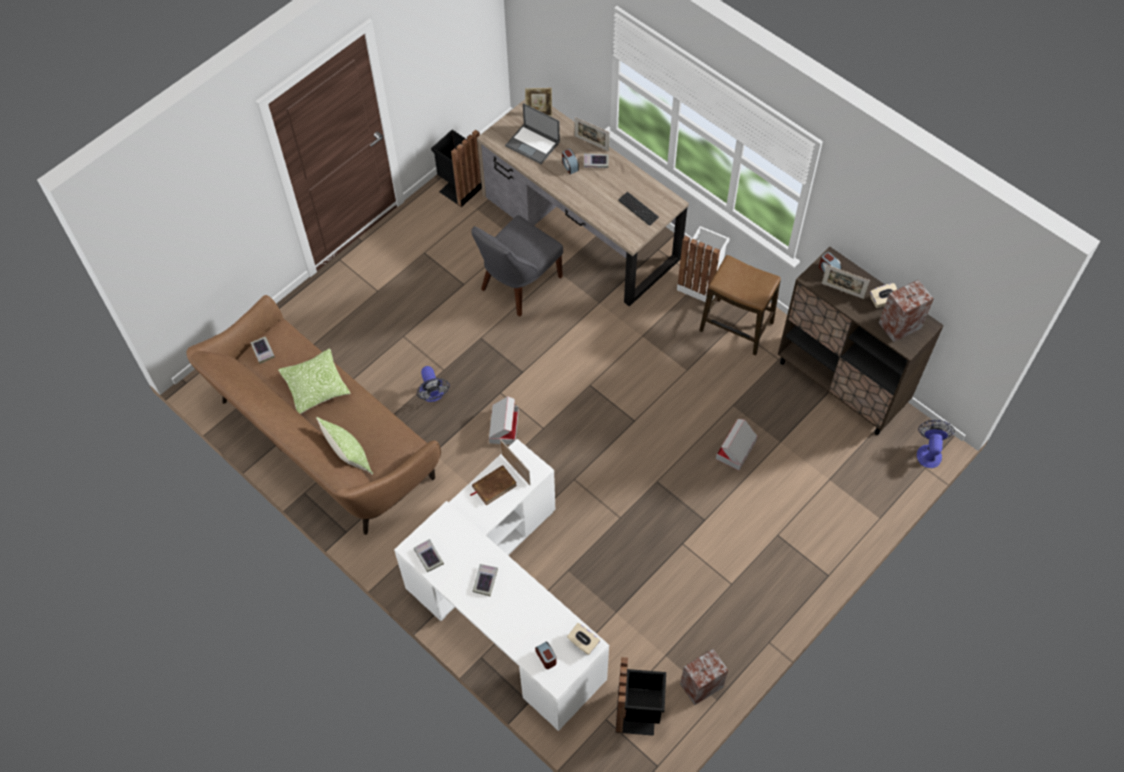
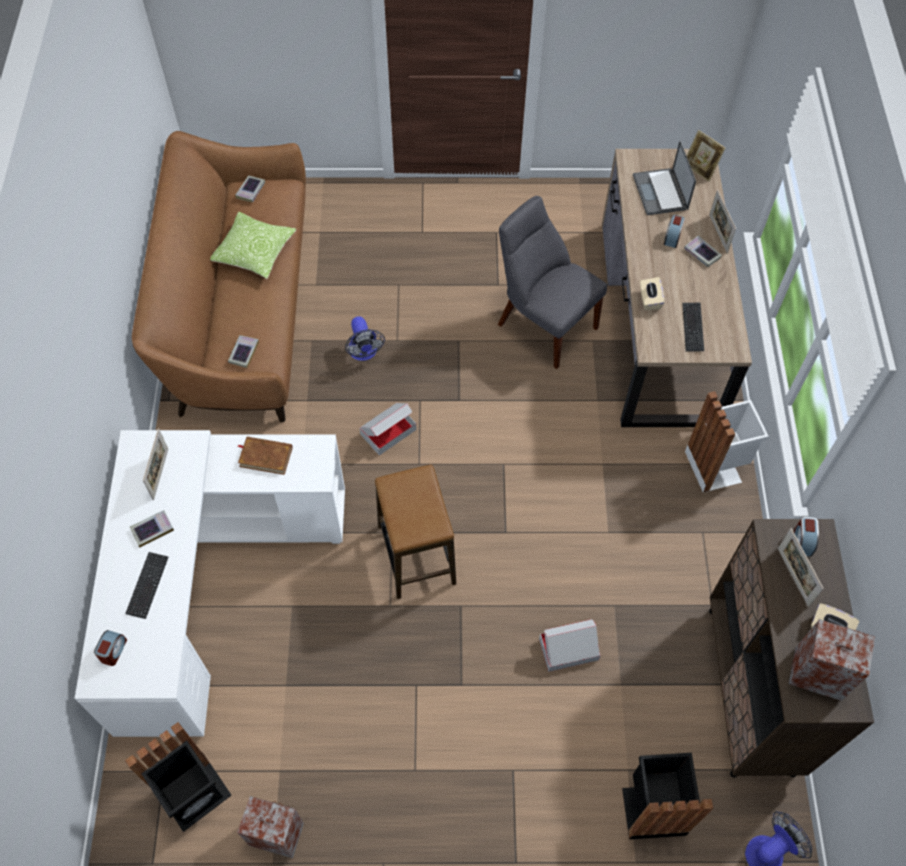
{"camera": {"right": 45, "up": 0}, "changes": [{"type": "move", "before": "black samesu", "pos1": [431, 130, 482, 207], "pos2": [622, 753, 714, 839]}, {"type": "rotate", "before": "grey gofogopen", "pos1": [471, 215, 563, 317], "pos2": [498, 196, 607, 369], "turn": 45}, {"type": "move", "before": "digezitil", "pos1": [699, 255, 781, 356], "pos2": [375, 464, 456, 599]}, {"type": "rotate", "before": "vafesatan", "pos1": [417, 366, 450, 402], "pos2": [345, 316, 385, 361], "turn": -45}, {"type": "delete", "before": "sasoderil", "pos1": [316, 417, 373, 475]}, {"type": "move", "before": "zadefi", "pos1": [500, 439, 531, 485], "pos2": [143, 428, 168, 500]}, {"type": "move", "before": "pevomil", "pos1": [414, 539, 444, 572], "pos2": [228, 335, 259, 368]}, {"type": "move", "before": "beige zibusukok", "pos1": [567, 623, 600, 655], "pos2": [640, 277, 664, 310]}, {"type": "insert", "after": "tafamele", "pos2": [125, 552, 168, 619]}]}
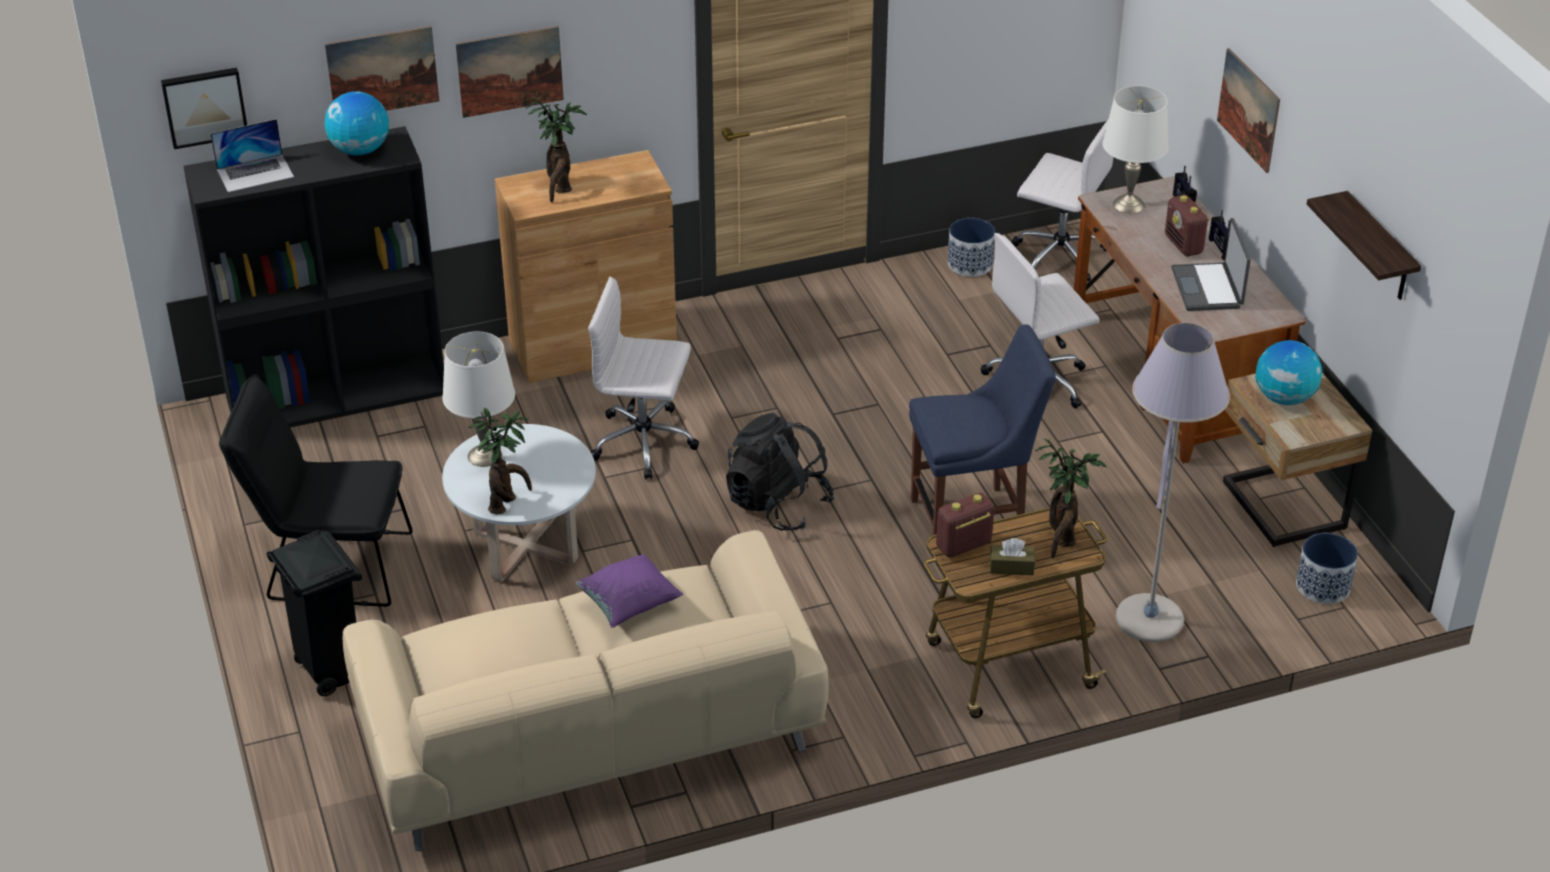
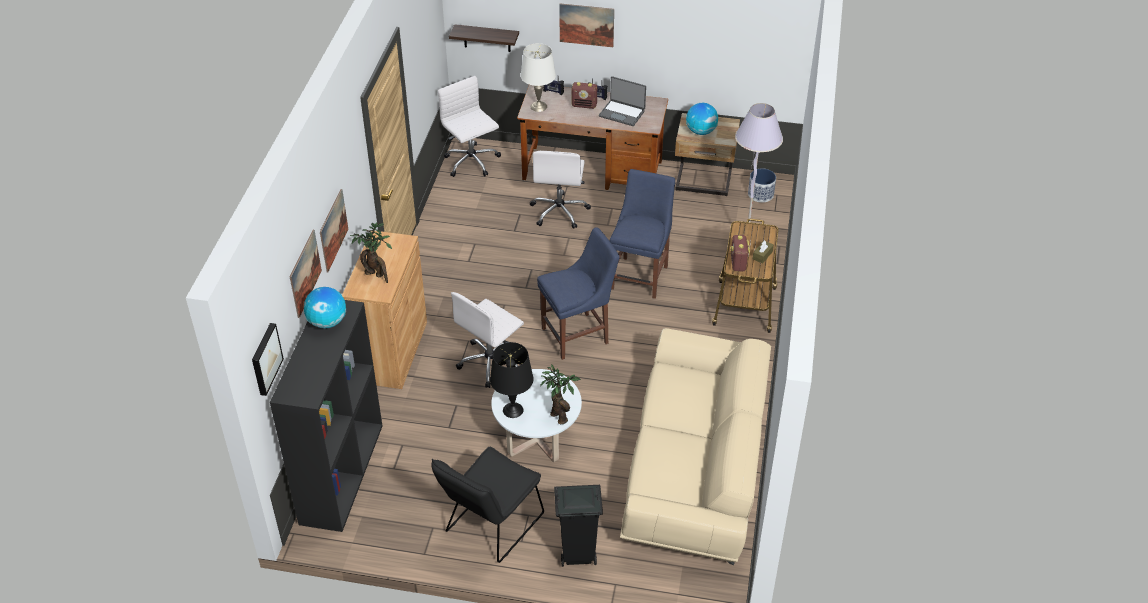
{"camera": {"right": -60, "up": 5}, "changes": [{"type": "delete", "before": "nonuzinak", "pos1": [210, 119, 294, 192]}, {"type": "rotate", "before": "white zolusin", "pos1": [1012, 120, 1114, 281], "pos2": [438, 76, 501, 177], "turn": -90}, {"type": "move", "before": "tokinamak", "pos1": [1307, 191, 1421, 300], "pos2": [449, 24, 519, 52]}, {"type": "delete", "before": "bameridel", "pos1": [947, 218, 995, 277]}, {"type": "recolor", "before": "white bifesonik", "after": "black bifesonik", "pos1": [442, 332, 515, 467], "pos2": [490, 342, 533, 418]}, {"type": "replace", "before": "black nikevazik", "after": "blue gofogopen", "pos1": [726, 413, 834, 531], "pos2": [537, 227, 620, 360]}, {"type": "delete", "before": "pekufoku", "pos1": [1035, 438, 1107, 558]}, {"type": "delete", "before": "purple sasoderil", "pos1": [576, 554, 683, 628]}]}
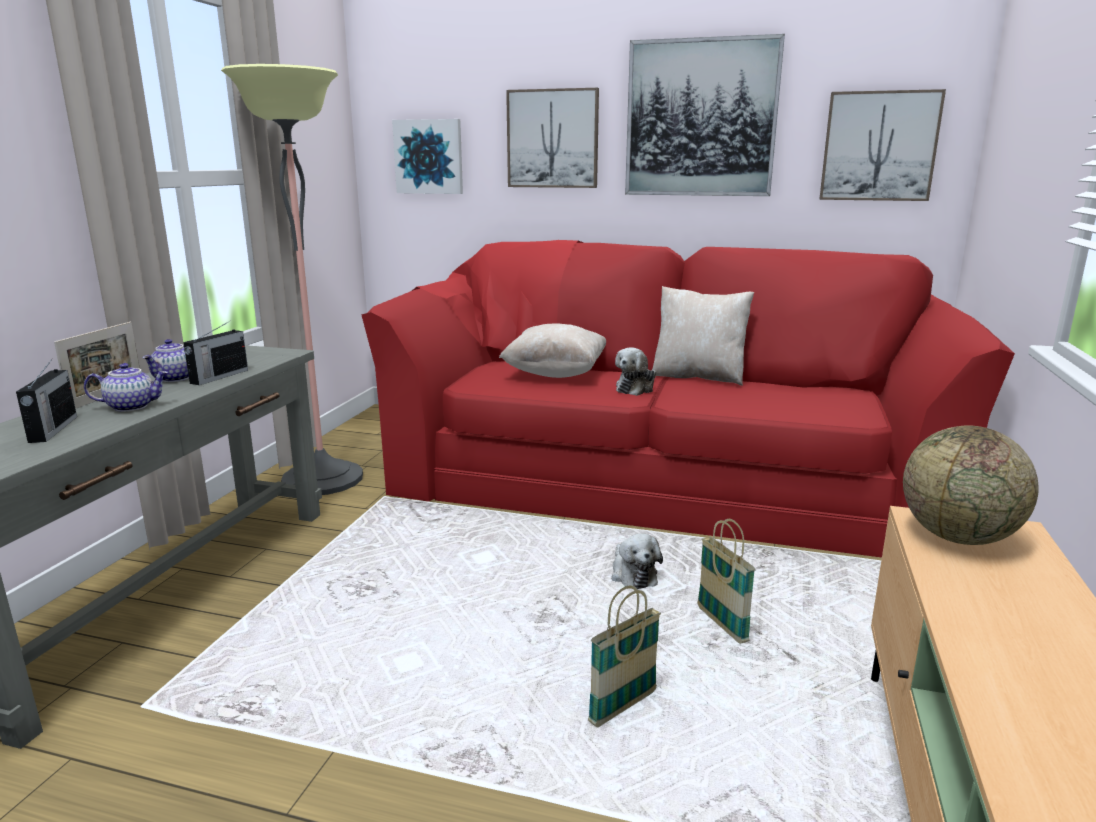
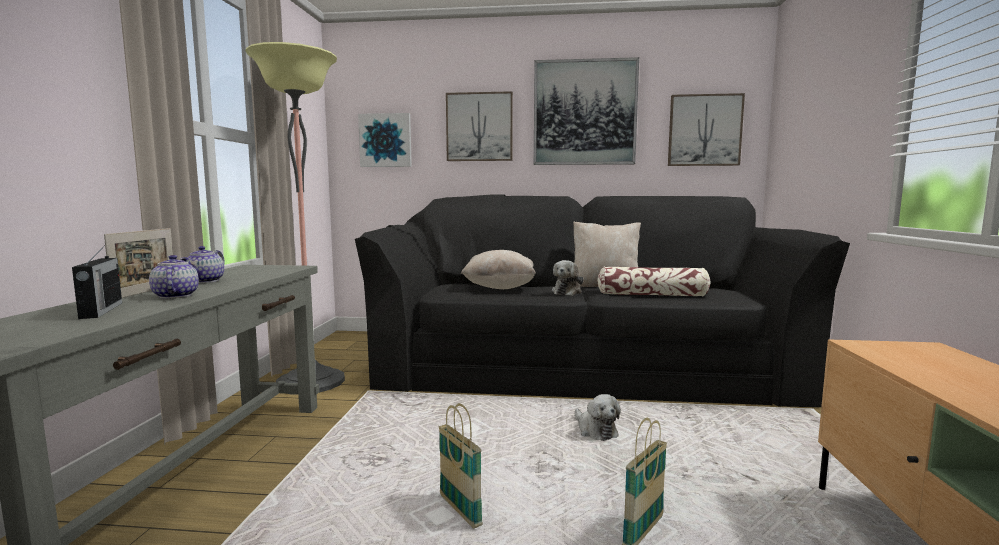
{"camera": {"right": -10, "up": -10}, "changes": [{"type": "recolor", "before": "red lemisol", "after": "black lemisol", "pos1": [361, 240, 1015, 558], "pos2": [355, 195, 850, 407]}, {"type": "delete", "before": "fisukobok", "pos1": [183, 321, 248, 385]}, {"type": "rotate", "before": "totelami", "pos1": [84, 363, 168, 412], "pos2": [149, 255, 199, 299], "turn": -90}, {"type": "delete", "before": "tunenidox", "pos1": [903, 425, 1039, 545]}, {"type": "move", "before": "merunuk", "pos1": [697, 519, 755, 644], "pos2": [438, 403, 483, 529]}, {"type": "insert", "after": "sasoderil", "pos2": [597, 266, 710, 297]}]}
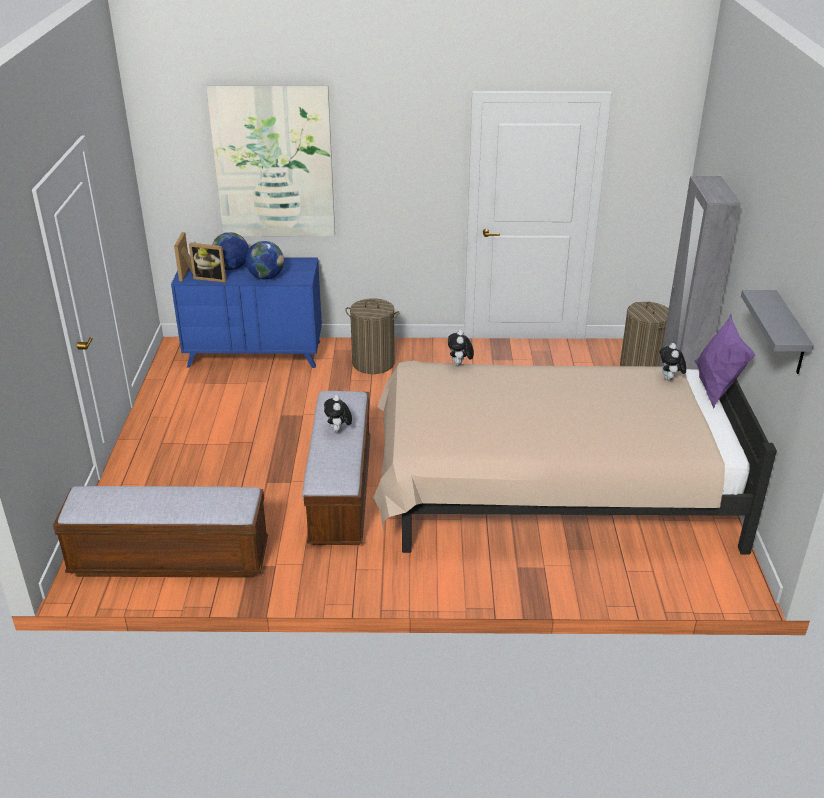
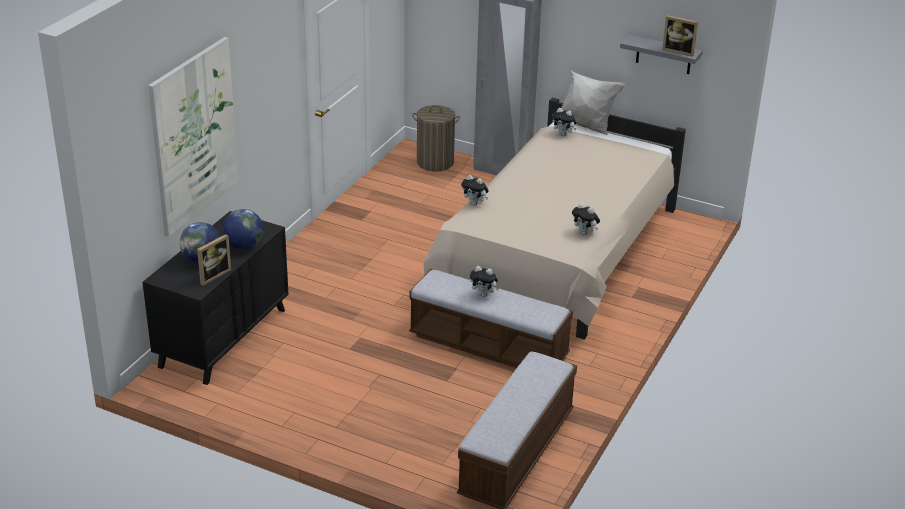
{"camera": {"right": -65, "up": 0}, "changes": [{"type": "move", "before": "zadefi", "pos1": [174, 232, 193, 281], "pos2": [662, 15, 698, 57]}, {"type": "recolor", "before": "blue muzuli", "after": "black muzuli", "pos1": [171, 258, 322, 368], "pos2": [143, 211, 288, 385]}, {"type": "delete", "before": "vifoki", "pos1": [345, 298, 400, 374]}, {"type": "recolor", "before": "purple sasoderil", "after": "white sasoderil", "pos1": [695, 314, 755, 409], "pos2": [561, 70, 626, 135]}, {"type": "insert", "after": "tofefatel", "pos2": [572, 203, 600, 235]}]}
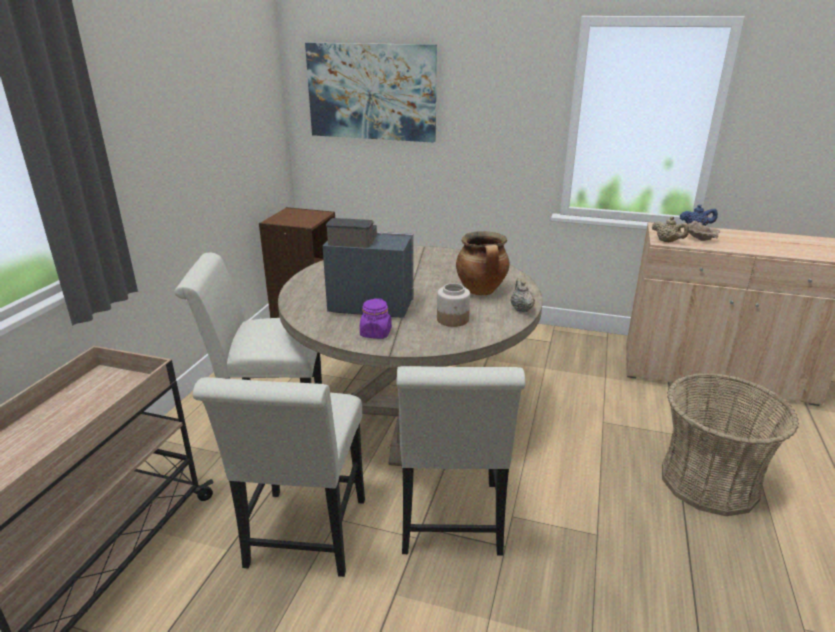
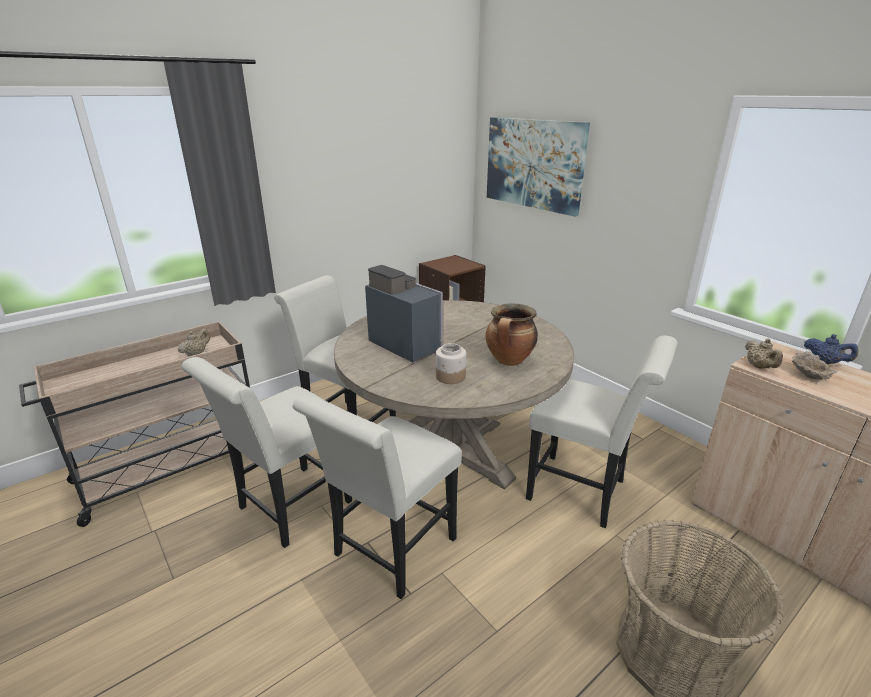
{"camera": {"right": 35, "up": 0}, "changes": [{"type": "move", "before": "beige totelami", "pos1": [510, 278, 535, 312], "pos2": [178, 329, 210, 356]}, {"type": "delete", "before": "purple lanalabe", "pos1": [360, 298, 392, 339]}, {"type": "insert", "after": "white gofogopen", "pos2": [526, 336, 678, 528]}]}
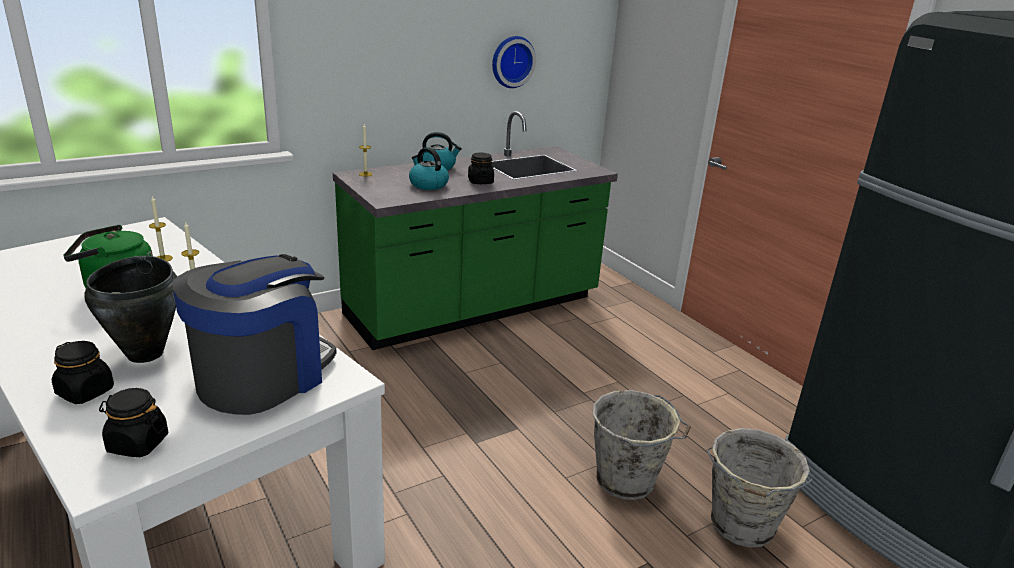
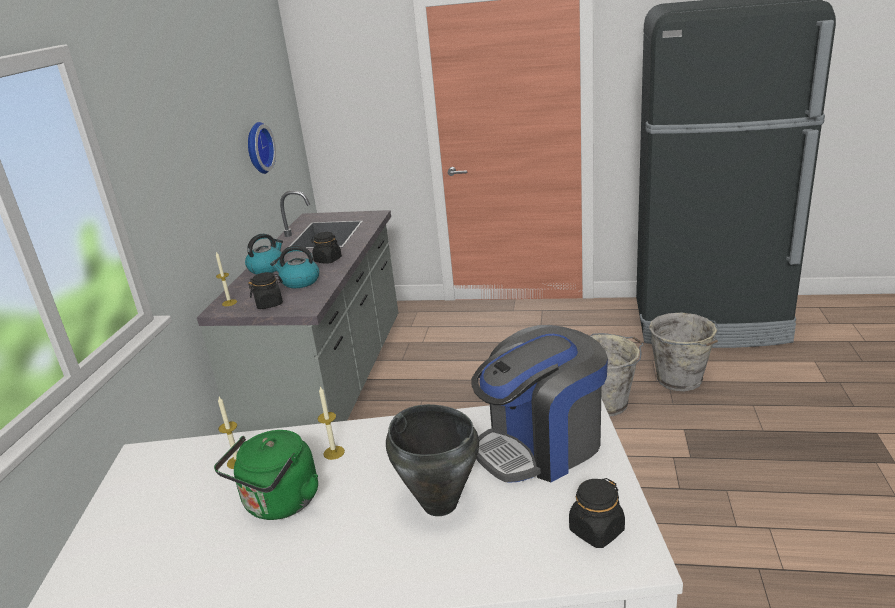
{"camera": {"right": -45, "up": 0}, "changes": [{"type": "recolor", "before": "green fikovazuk", "after": "grey fikovazuk", "pos1": [333, 111, 618, 350], "pos2": [197, 191, 398, 433]}, {"type": "rotate", "before": "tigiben", "pos1": [172, 254, 337, 415], "pos2": [471, 325, 608, 483], "turn": -105}, {"type": "move", "before": "black lanalabe", "pos1": [52, 341, 114, 404], "pos2": [248, 272, 283, 309]}]}
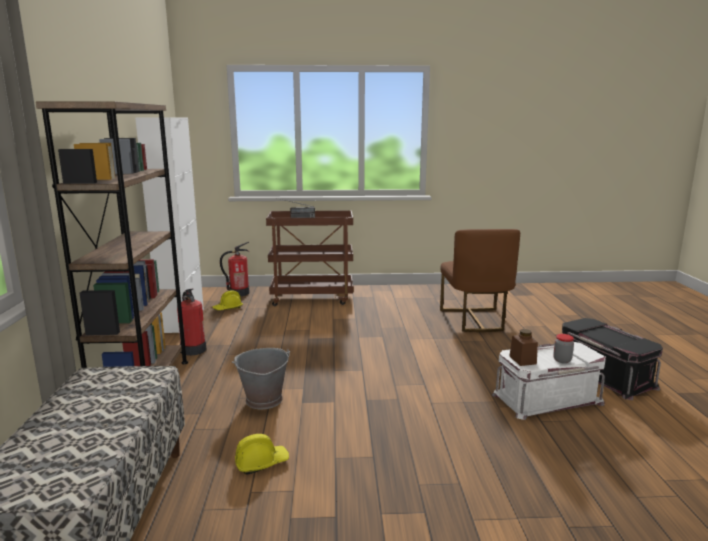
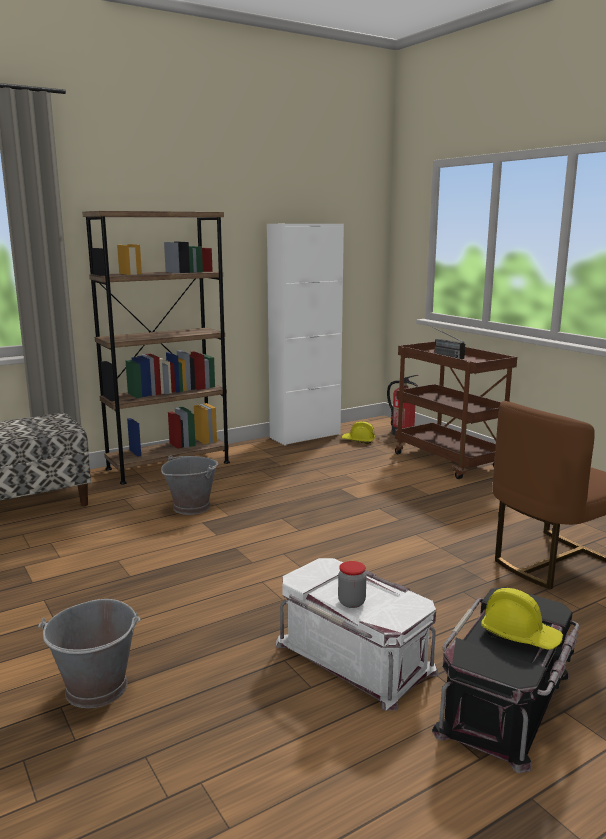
{"camera": {"right": 60, "up": 0}, "changes": [{"type": "delete", "before": "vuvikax", "pos1": [177, 288, 206, 356]}, {"type": "delete", "before": "brown lanalabe", "pos1": [509, 329, 538, 366]}, {"type": "move", "before": "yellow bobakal", "pos1": [235, 434, 289, 475], "pos2": [481, 588, 563, 650]}, {"type": "insert", "after": "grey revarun", "pos2": [38, 599, 140, 708]}]}
